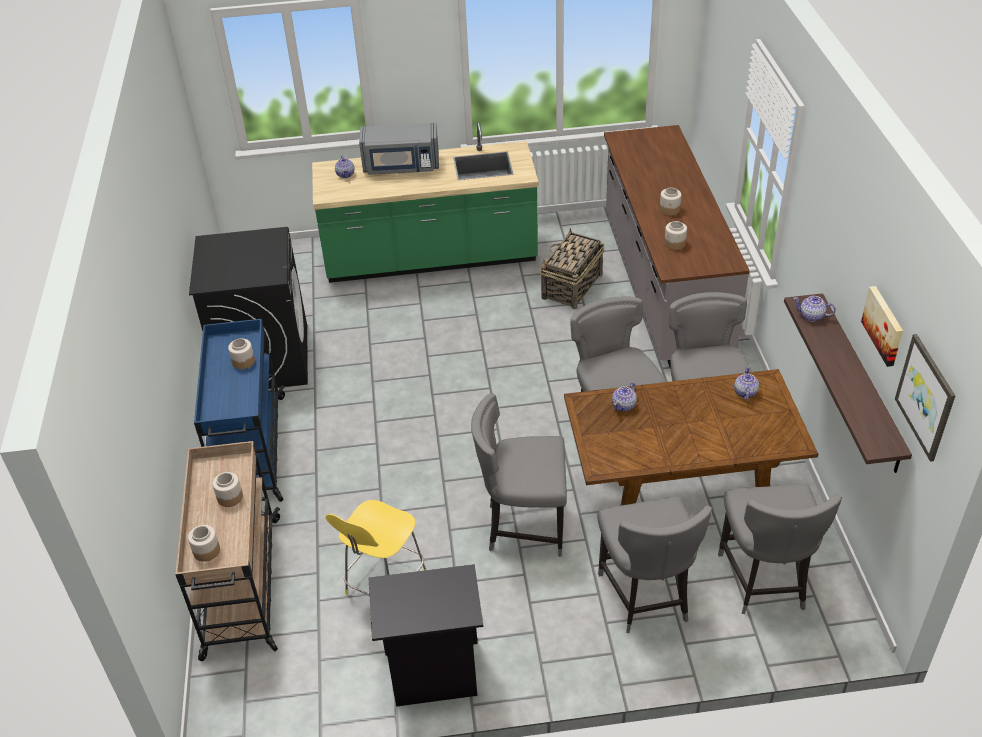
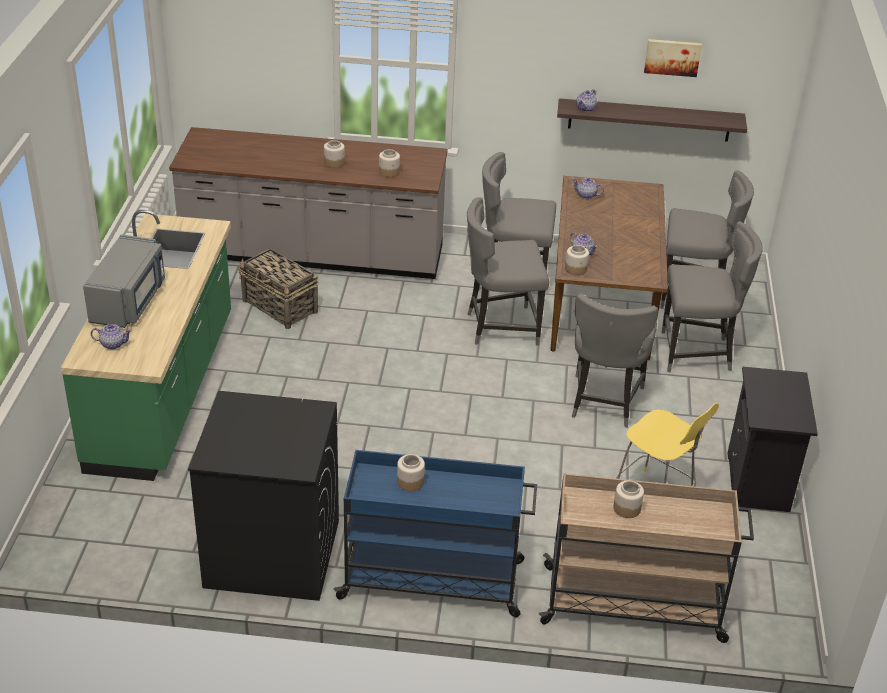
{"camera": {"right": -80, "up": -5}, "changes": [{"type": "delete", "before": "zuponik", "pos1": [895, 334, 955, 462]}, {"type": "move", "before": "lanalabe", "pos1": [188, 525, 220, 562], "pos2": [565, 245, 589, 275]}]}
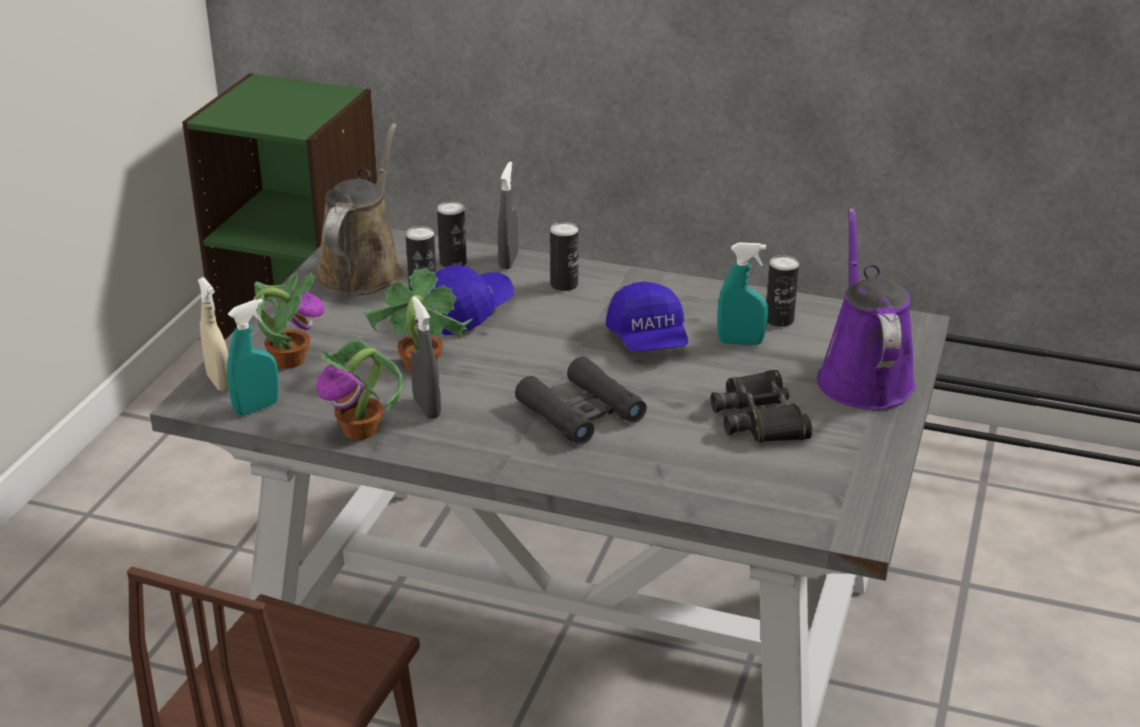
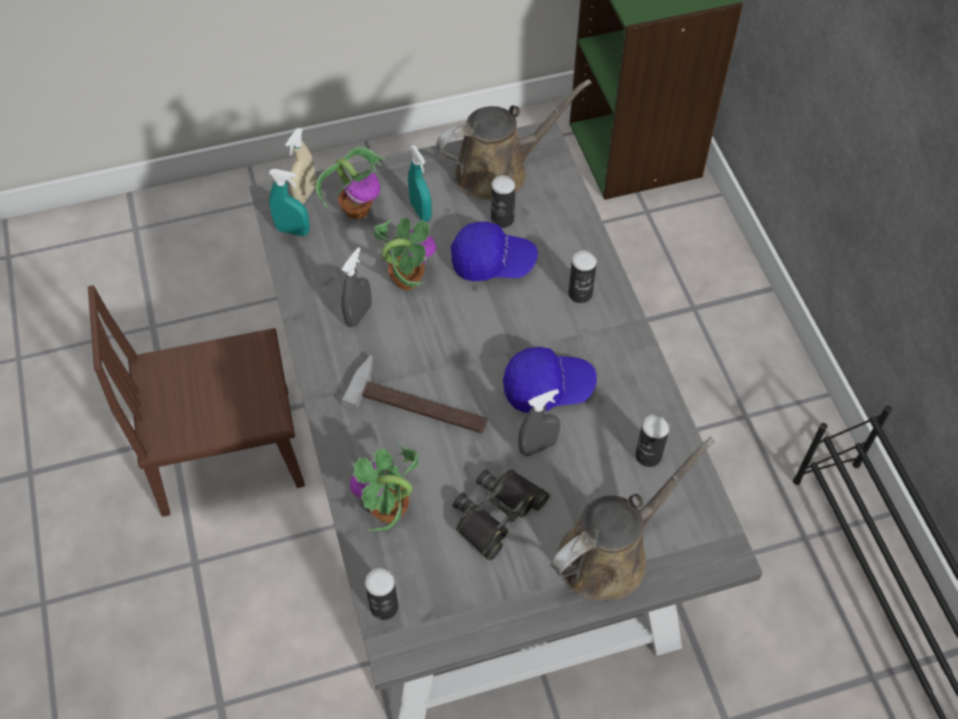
{"camera": {"right": 55, "up": 25}, "changes": [{"type": "move", "before": "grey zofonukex", "pos1": [498, 162, 518, 269], "pos2": [518, 389, 560, 457]}, {"type": "move", "before": "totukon", "pos1": [437, 201, 467, 268], "pos2": [365, 568, 399, 620]}, {"type": "recolor", "before": "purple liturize", "after": "brown liturize", "pos1": [817, 208, 916, 410], "pos2": [551, 437, 715, 600]}, {"type": "move", "before": "turquoise zofonukex", "pos1": [717, 242, 768, 345], "pos2": [408, 145, 432, 222]}, {"type": "rotate", "before": "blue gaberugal", "pos1": [605, 281, 688, 351], "pos2": [503, 347, 597, 413], "turn": -135}, {"type": "move", "before": "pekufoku", "pos1": [316, 340, 403, 440], "pos2": [350, 444, 418, 531]}, {"type": "replace", "before": "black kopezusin", "after": "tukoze", "pos1": [515, 356, 647, 445], "pos2": [341, 354, 487, 433]}]}
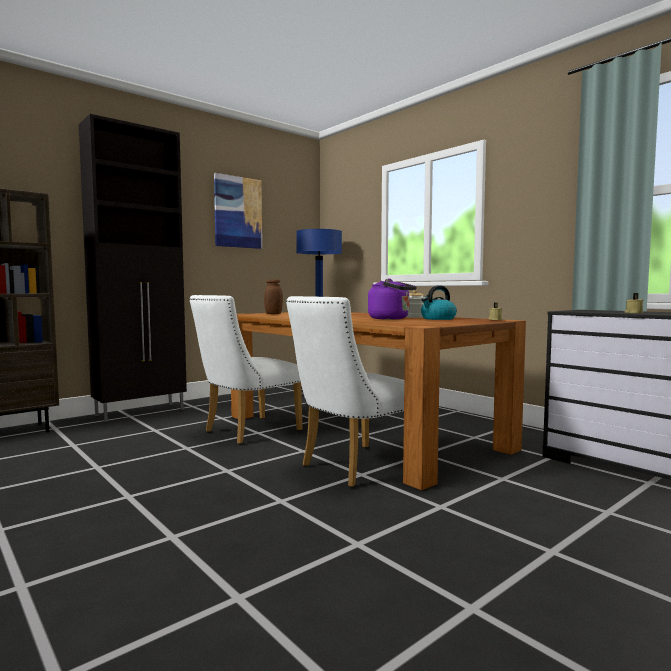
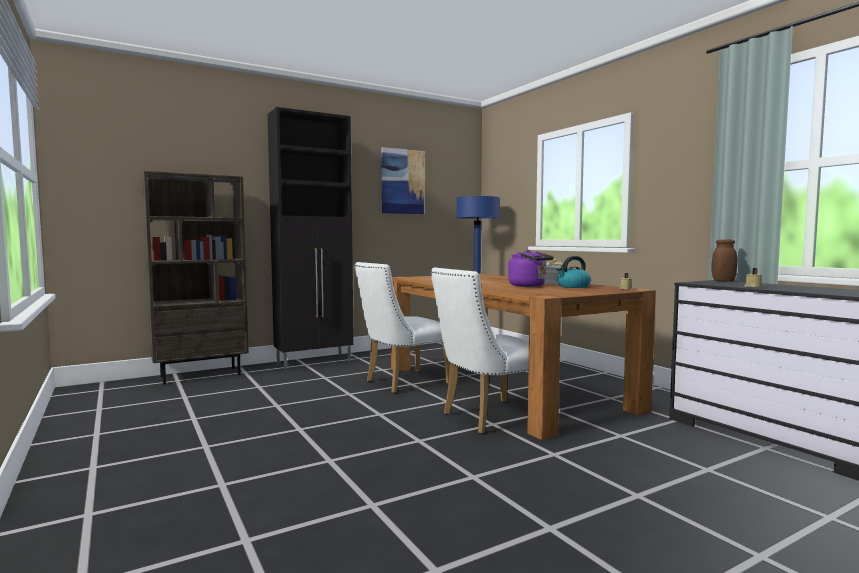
{"camera": {"right": 10, "up": 0}, "changes": [{"type": "move", "before": "brown lanalabe", "pos1": [264, 279, 283, 314], "pos2": [711, 239, 738, 282]}]}
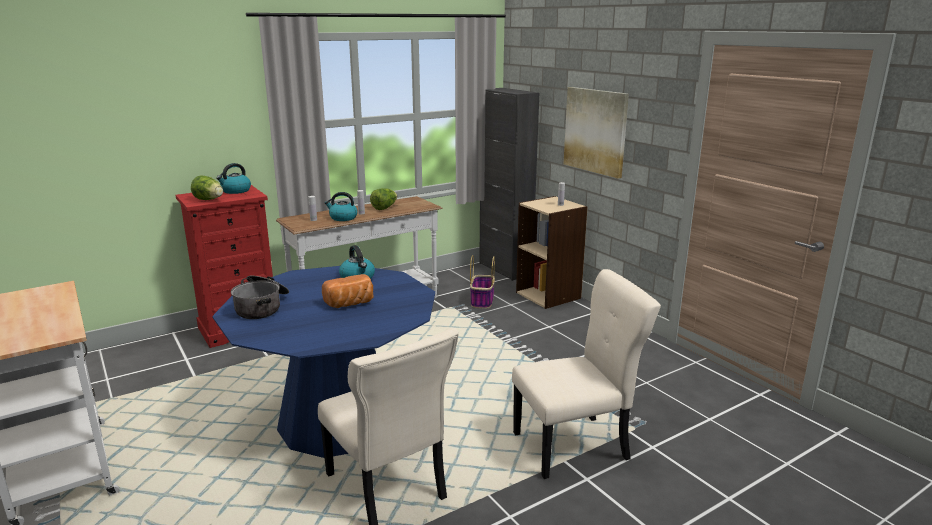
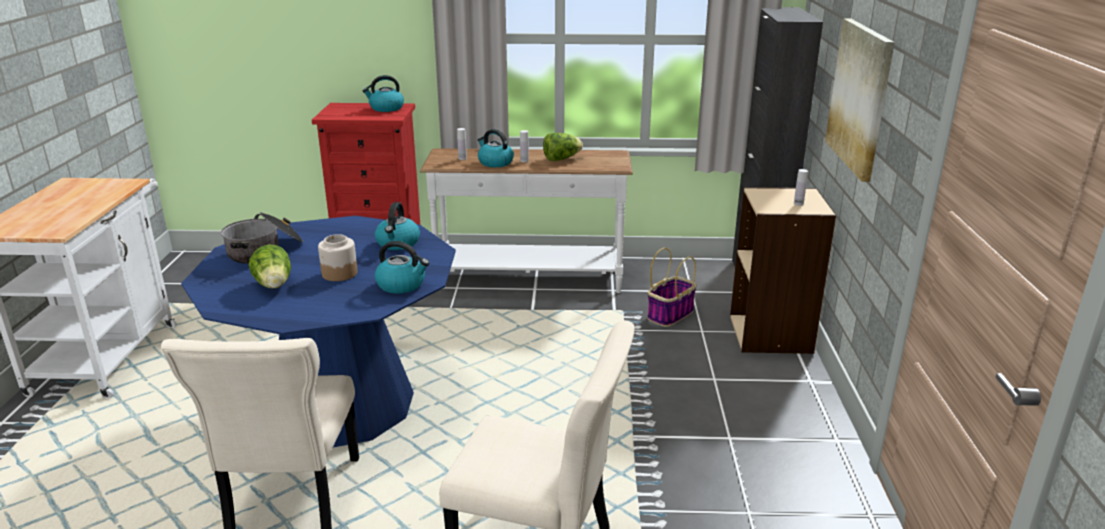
{"camera": {"right": 35, "up": 5}, "changes": [{"type": "move", "before": "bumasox", "pos1": [191, 176, 223, 200], "pos2": [249, 244, 291, 289]}, {"type": "replace", "before": "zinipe", "after": "lanalabe", "pos1": [322, 274, 374, 308], "pos2": [318, 234, 358, 281]}, {"type": "insert", "after": "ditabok", "pos2": [375, 241, 429, 294]}]}
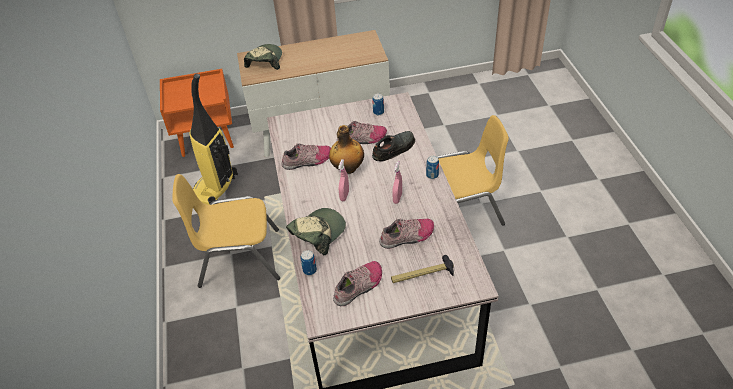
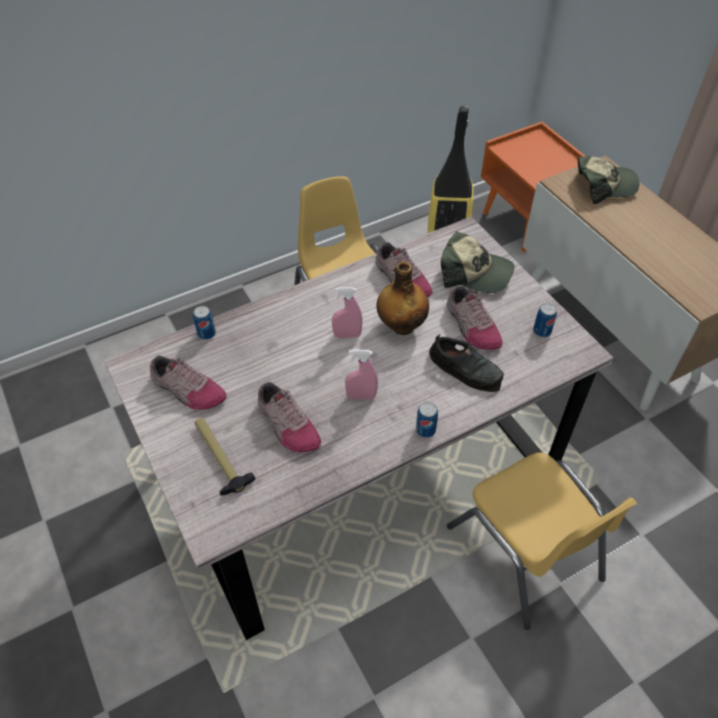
{"camera": {"right": 70, "up": 5}, "changes": [{"type": "move", "before": "gaberugal", "pos1": [286, 208, 346, 255], "pos2": [441, 231, 514, 293]}]}
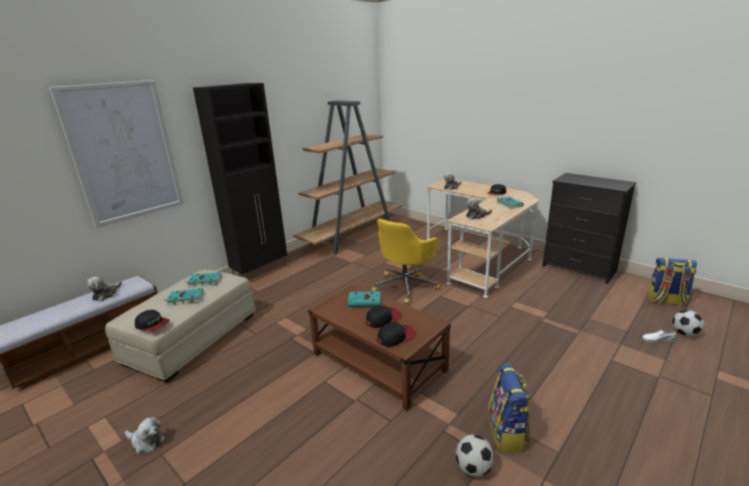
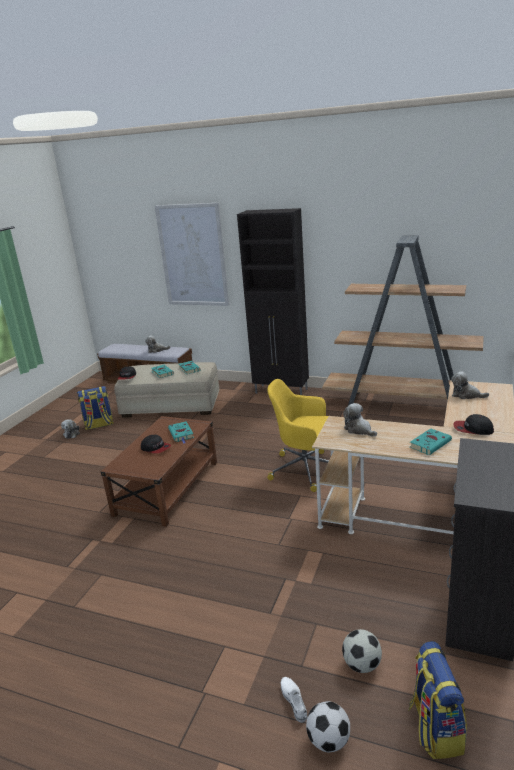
{"camera": {"right": 70, "up": 0}, "changes": [{"type": "delete", "before": "gaberugal", "pos1": [377, 322, 416, 347]}, {"type": "move", "before": "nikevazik", "pos1": [488, 364, 530, 452], "pos2": [77, 386, 114, 430]}, {"type": "move", "before": "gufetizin", "pos1": [456, 434, 494, 477], "pos2": [342, 629, 382, 673]}]}
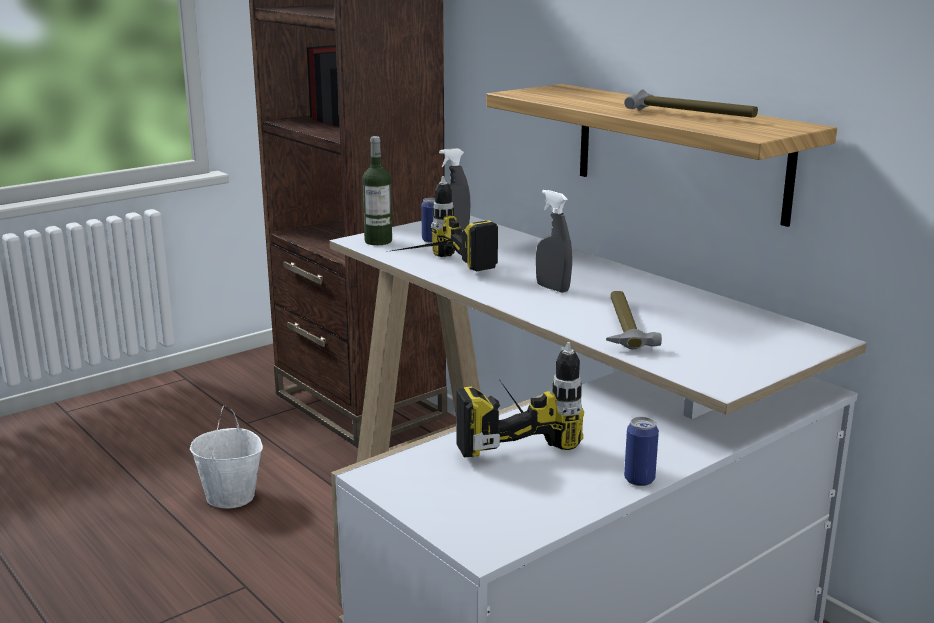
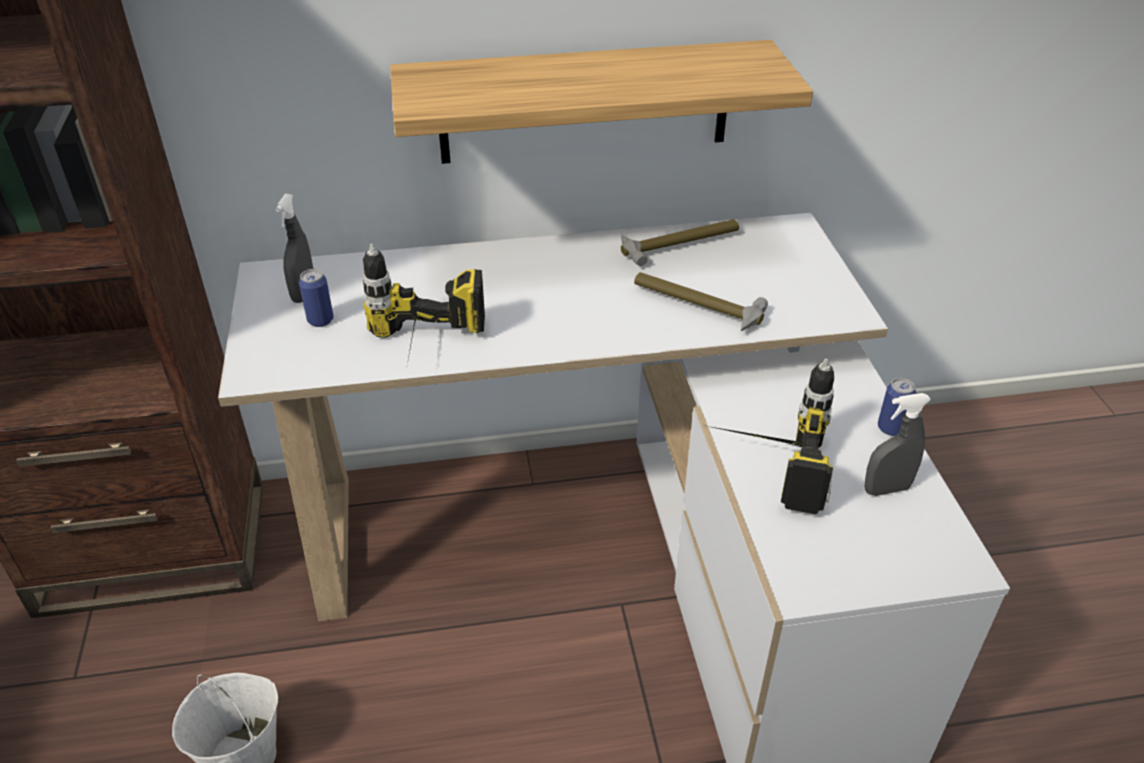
{"camera": {"right": -60, "up": 20}, "changes": [{"type": "move", "before": "tukoze", "pos1": [624, 89, 758, 118], "pos2": [621, 219, 739, 266]}, {"type": "delete", "before": "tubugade", "pos1": [362, 136, 392, 245]}, {"type": "move", "before": "grey zofonukex", "pos1": [536, 190, 572, 293], "pos2": [864, 393, 931, 496]}]}
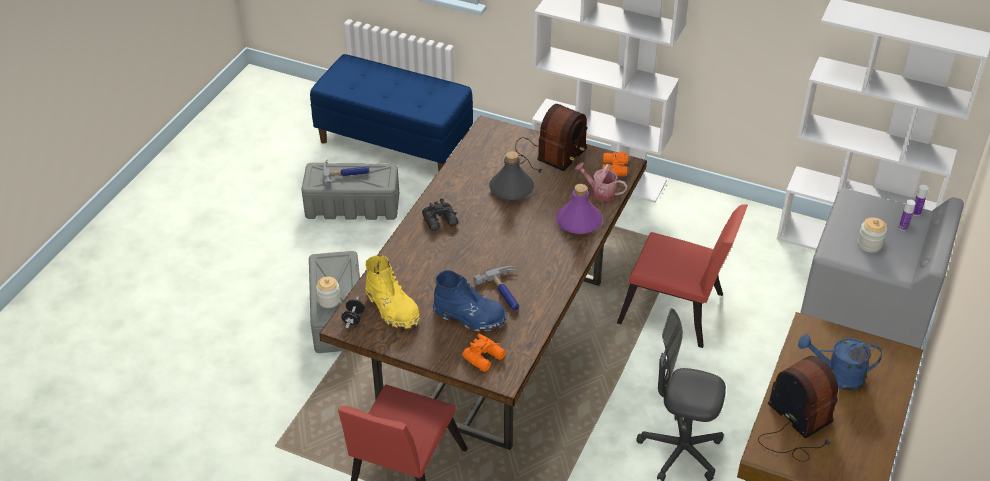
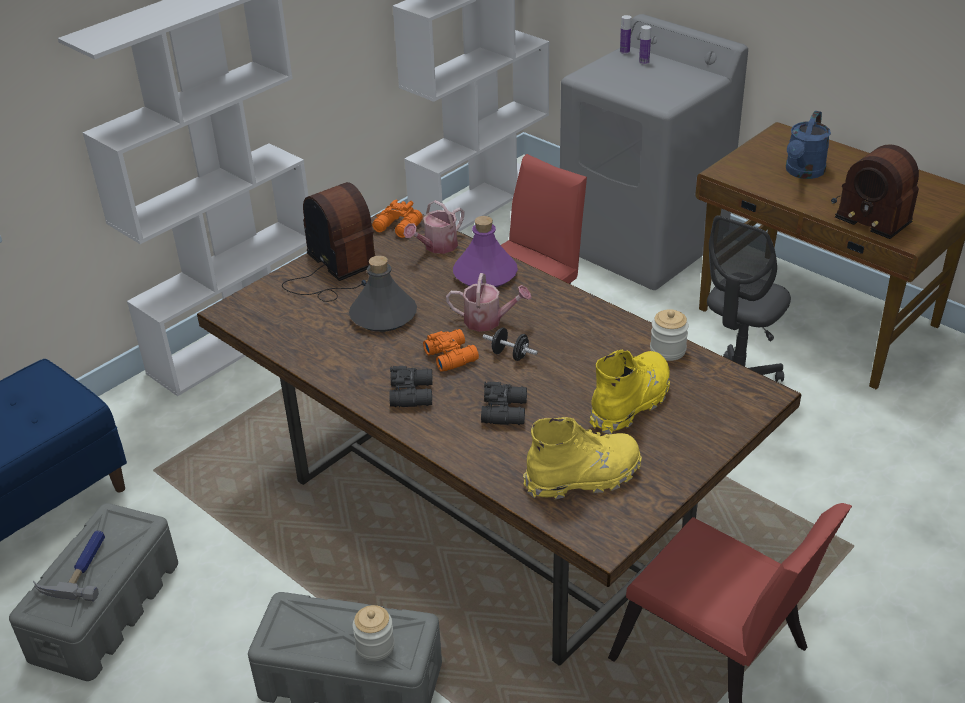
{"camera": {"right": -70, "up": -5}, "changes": [{"type": "move", "before": "lanalabe", "pos1": [858, 217, 887, 253], "pos2": [650, 309, 689, 361]}, {"type": "delete", "before": "tukoze", "pos1": [473, 266, 519, 311]}, {"type": "recolor", "before": "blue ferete", "after": "yellow ferete", "pos1": [433, 270, 507, 332], "pos2": [589, 350, 670, 434]}, {"type": "move", "before": "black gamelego", "pos1": [341, 297, 365, 328], "pos2": [483, 327, 538, 361]}, {"type": "move", "before": "orange kopezusin", "pos1": [462, 333, 506, 372], "pos2": [423, 329, 479, 372]}, {"type": "rotate", "before": "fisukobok", "pos1": [758, 356, 838, 462], "pos2": [831, 145, 919, 239], "turn": -120}, {"type": "insert", "after": "liturize", "pos2": [446, 273, 531, 332]}, {"type": "insert", "after": "black kopezusin", "pos2": [481, 381, 527, 425]}]}
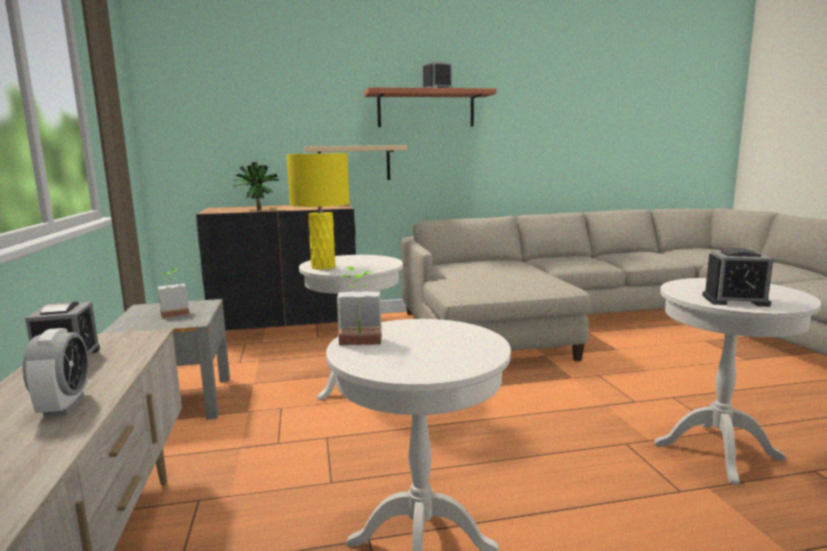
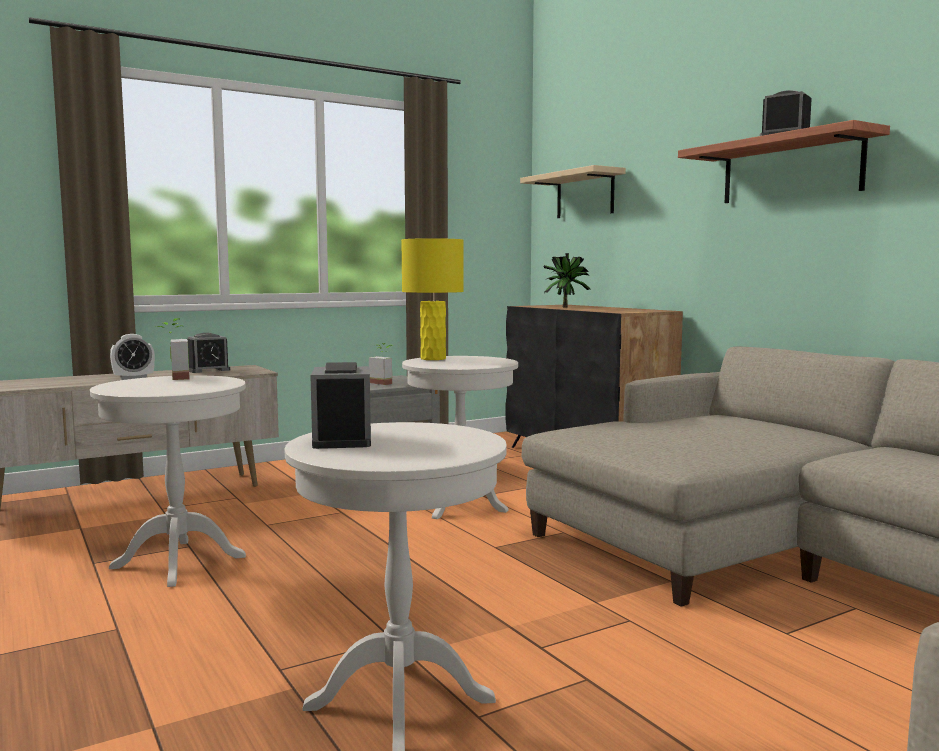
{"camera": {"right": 70, "up": -5}, "changes": [{"type": "move", "before": "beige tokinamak", "pos1": [304, 145, 408, 180], "pos2": [520, 165, 626, 218]}]}
